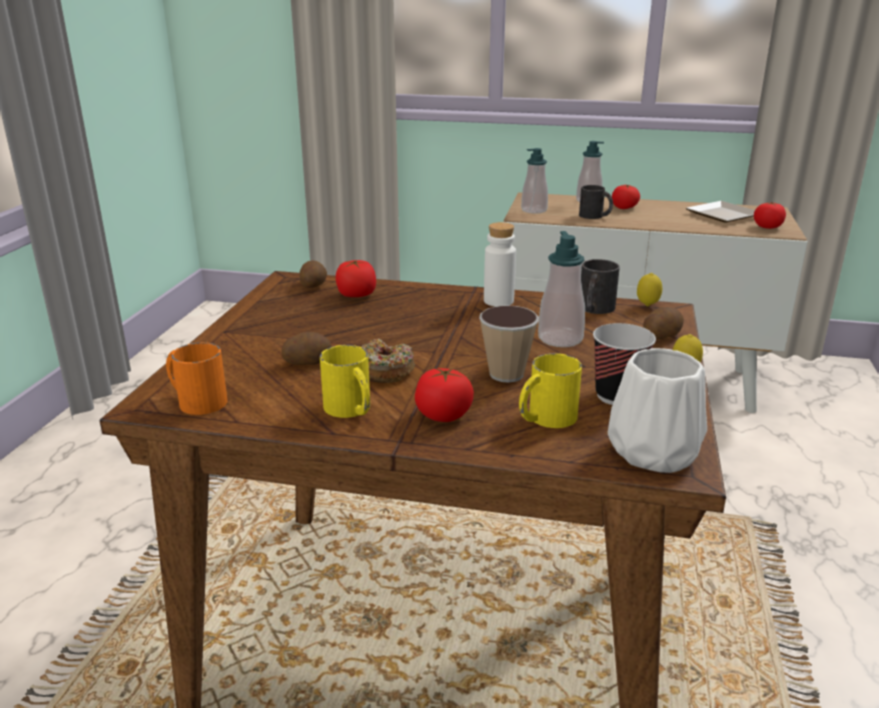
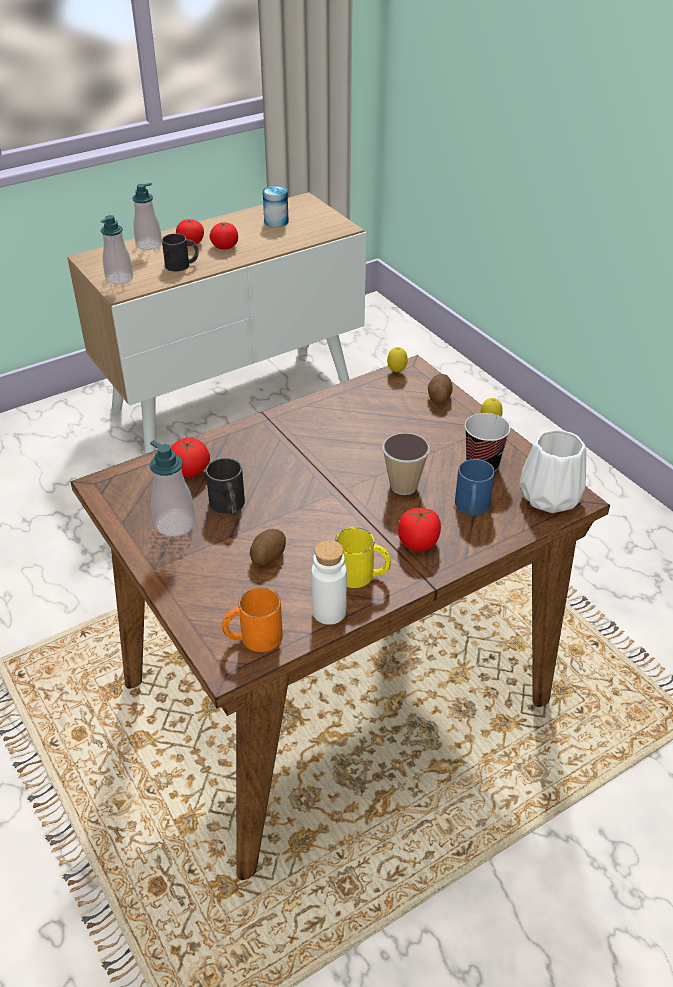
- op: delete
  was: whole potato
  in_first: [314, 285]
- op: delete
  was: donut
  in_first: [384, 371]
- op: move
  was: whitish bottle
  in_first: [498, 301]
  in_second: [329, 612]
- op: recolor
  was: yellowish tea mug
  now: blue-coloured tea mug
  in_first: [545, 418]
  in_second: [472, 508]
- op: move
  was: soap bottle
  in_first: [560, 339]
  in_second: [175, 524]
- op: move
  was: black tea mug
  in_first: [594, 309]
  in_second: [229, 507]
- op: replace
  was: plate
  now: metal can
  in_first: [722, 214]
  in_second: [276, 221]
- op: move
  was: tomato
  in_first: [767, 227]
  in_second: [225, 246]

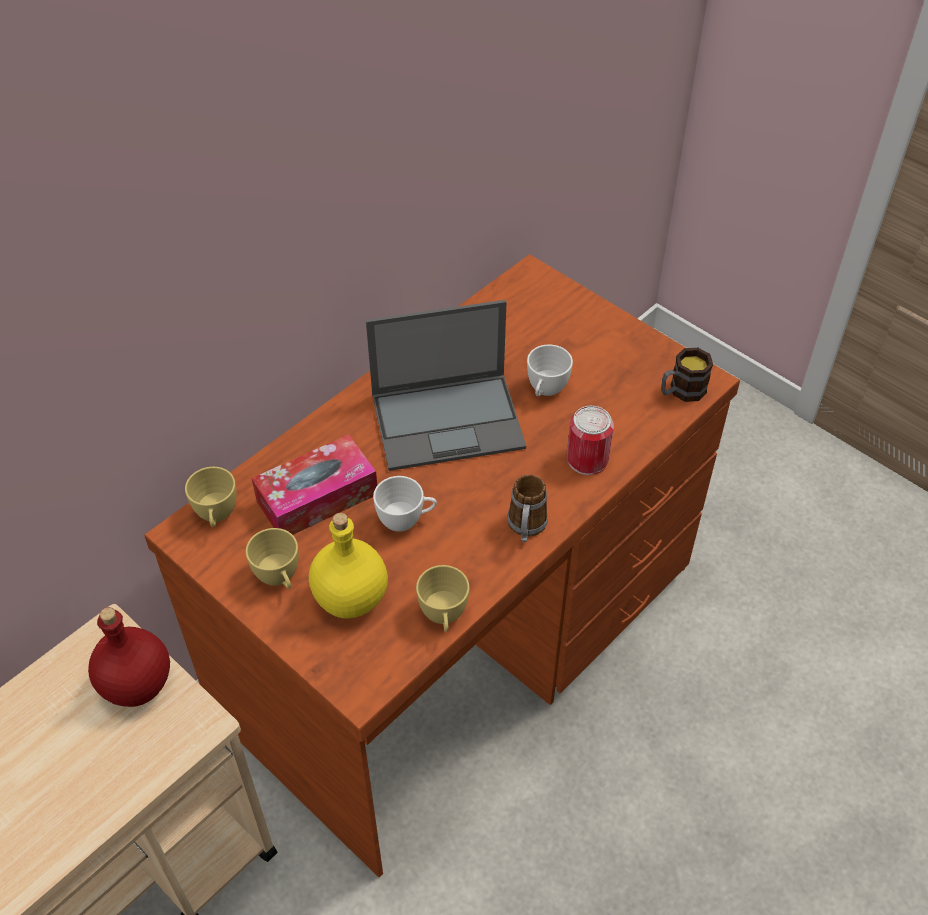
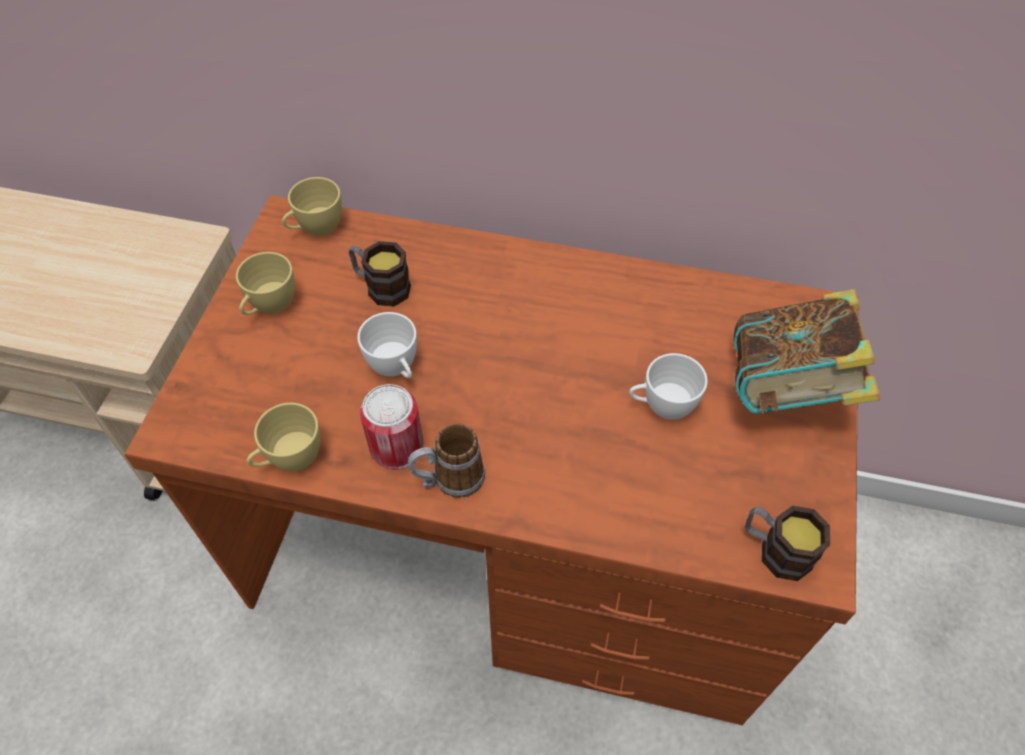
- op: delete
  was: reddish bottle
  in_first: [138, 685]
- op: replace
  was: box of tissues
  now: tea mug
  in_first: [317, 497]
  in_second: [381, 286]
- op: delete
  was: yellowish bottle
  in_first: [350, 597]
- op: delete
  was: notebook computer
  in_first: [449, 420]
- op: move
  was: metal can
  in_first: [587, 459]
  in_second: [396, 446]
- op: insert
  now: book
  in_second: [788, 389]

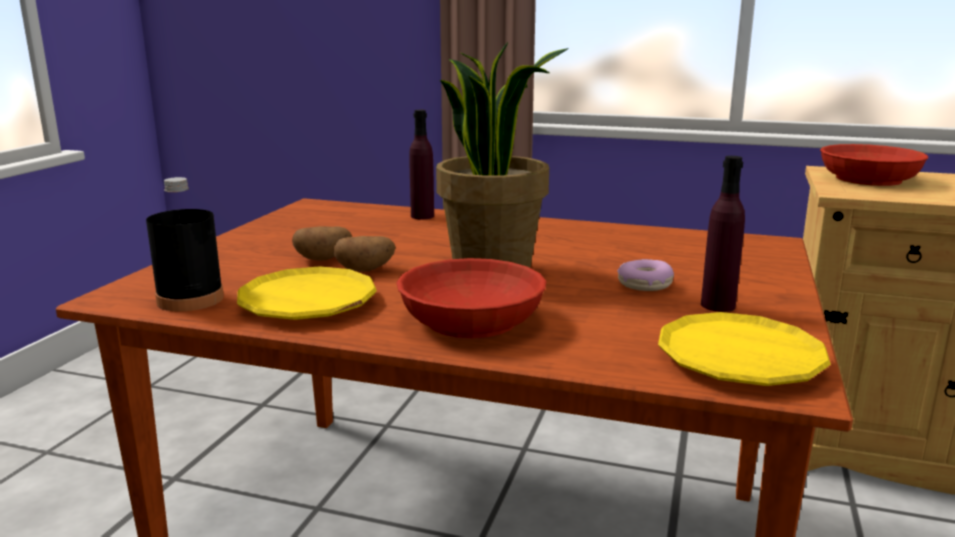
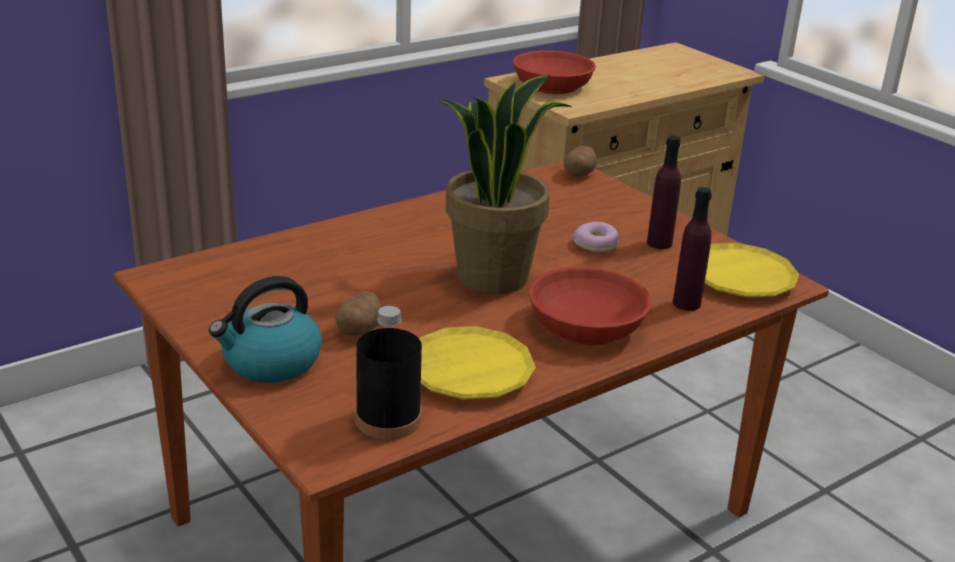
- op: move
  was: whole potato
  in_first: [365, 269]
  in_second: [579, 173]
- op: move
  was: purple bottle
  in_first: [422, 216]
  in_second: [686, 303]
- op: insert
  now: kettle
  in_second: [270, 362]

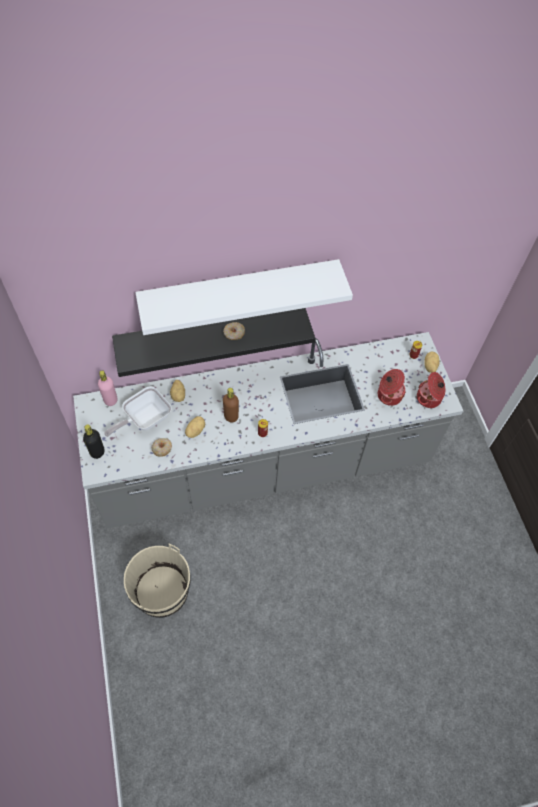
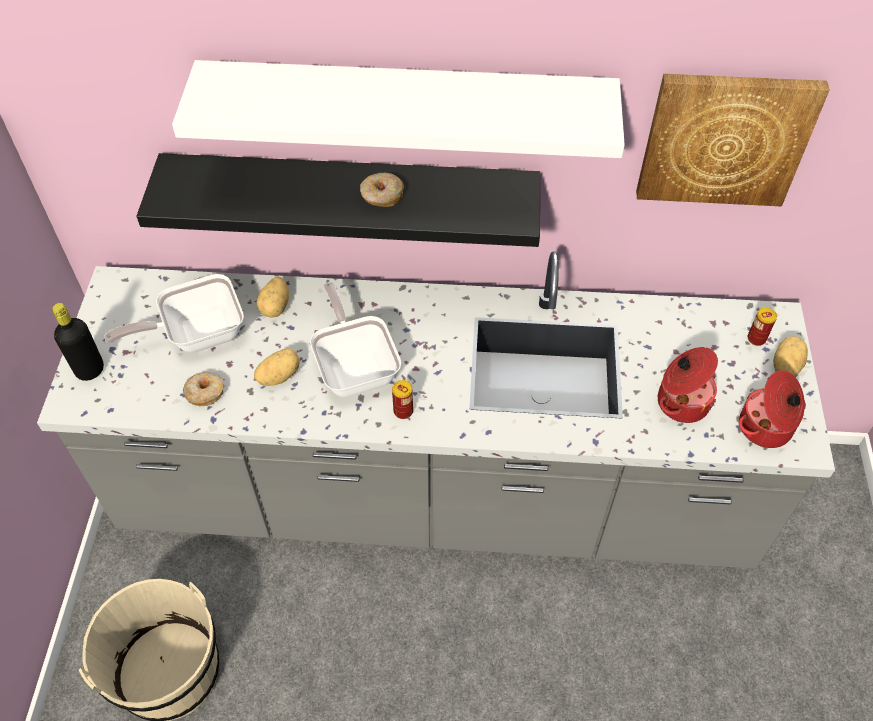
- op: delete
  was: pink-coloured bottle
  in_first: [110, 400]
- op: replace
  was: brownish bottle
  now: skillet
  in_first: [231, 416]
  in_second: [355, 367]
- op: insert
  now: wall art
  in_second: [725, 139]

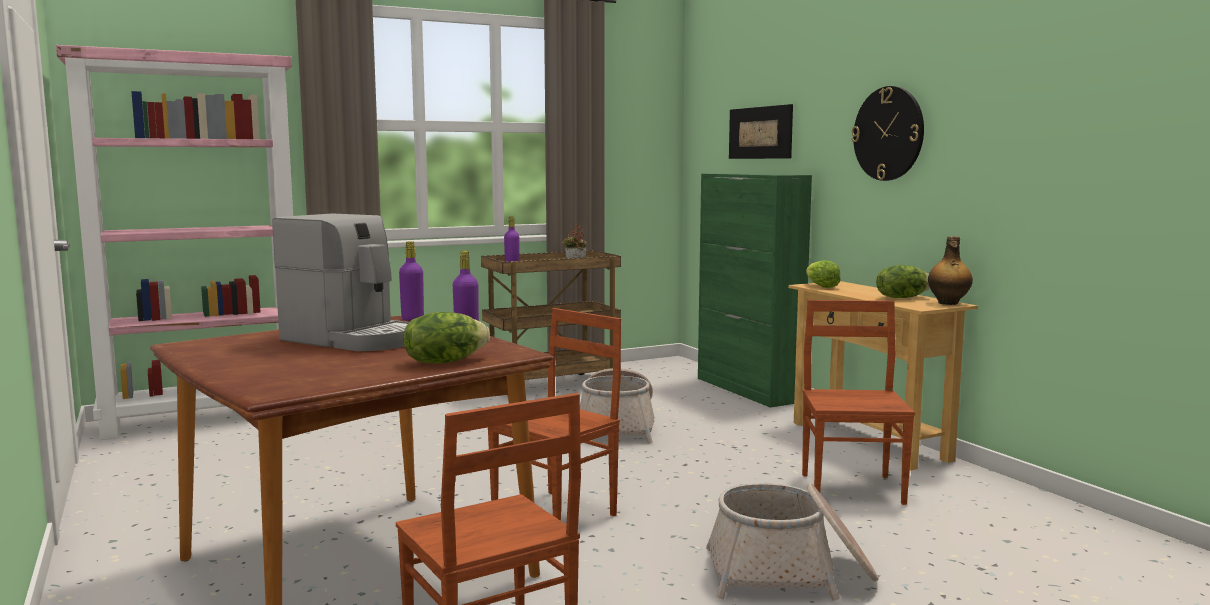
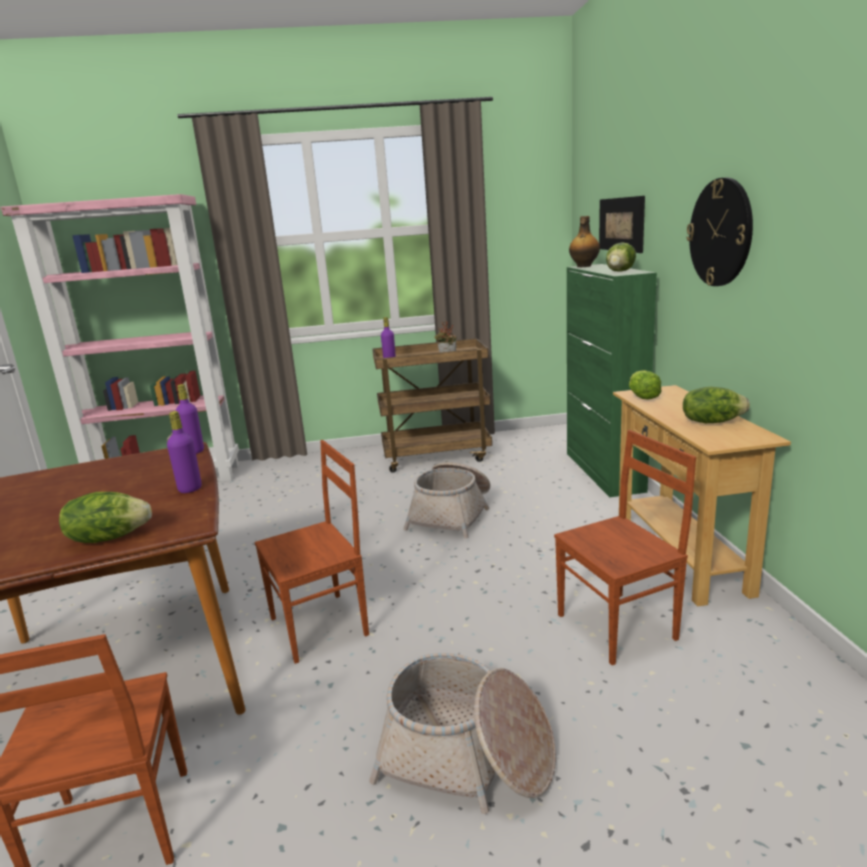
- op: delete
  was: coffee machine
  in_first: [352, 339]
- op: rotate
  was: brownish upright chair
  in_first: [853, 488]
  in_second: [619, 627]
  clockwise: 45
- op: move
  was: bottle
  in_first: [948, 303]
  in_second: [583, 266]
- op: insert
  now: lettuce head
  in_second: [620, 271]

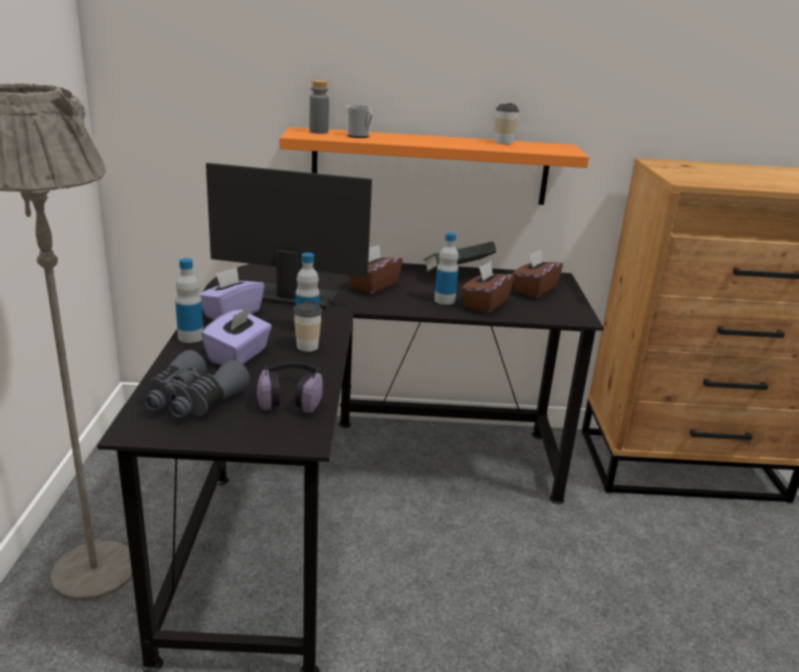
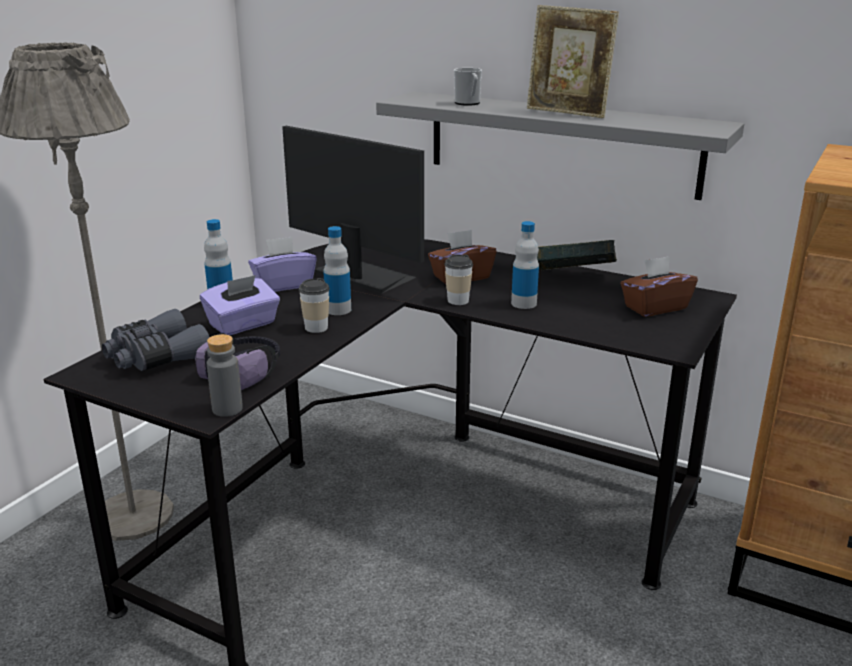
- op: recolor
  was: orange-coloured shelf
  now: gray shelf
  in_first: [430, 167]
  in_second: [561, 143]
- op: move
  was: gray bottle
  in_first: [319, 132]
  in_second: [227, 409]
- op: delete
  was: brownish box of tissues
  in_first: [485, 304]
- op: move
  was: cup
  in_first: [503, 142]
  in_second: [458, 300]
- op: insert
  now: photo frame
  in_second: [567, 113]

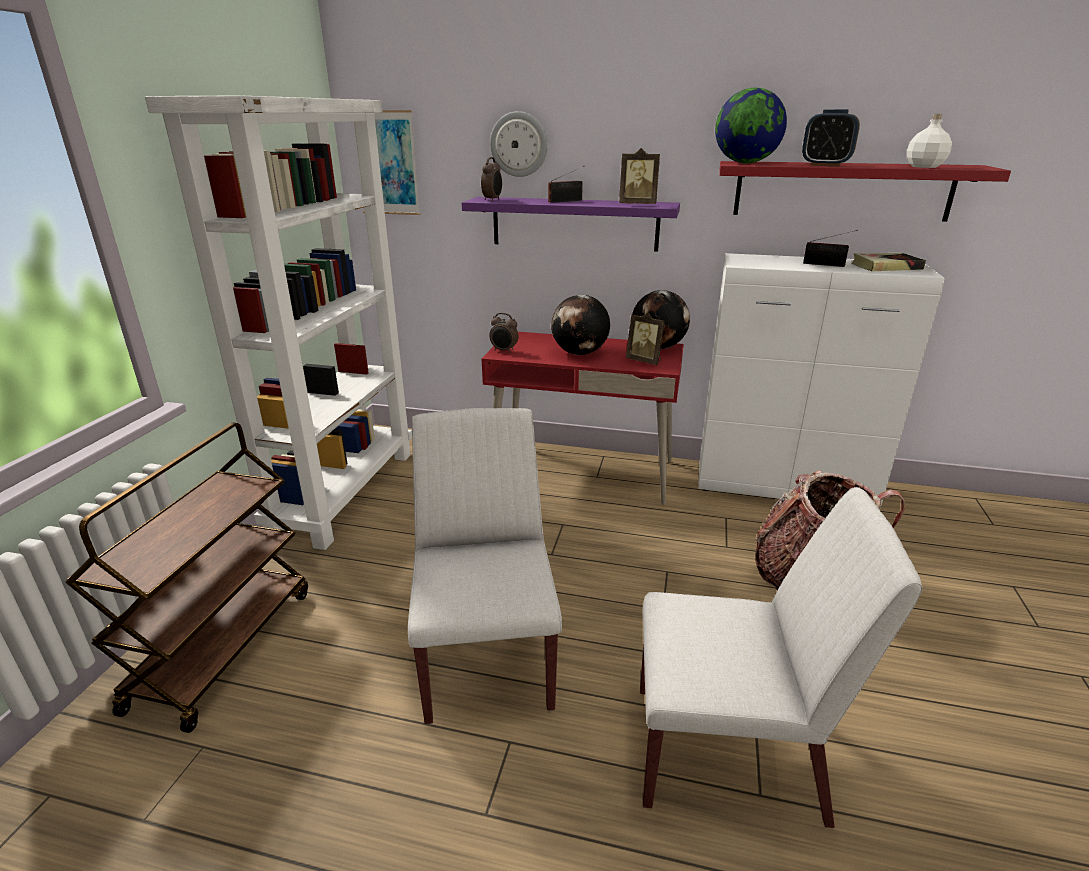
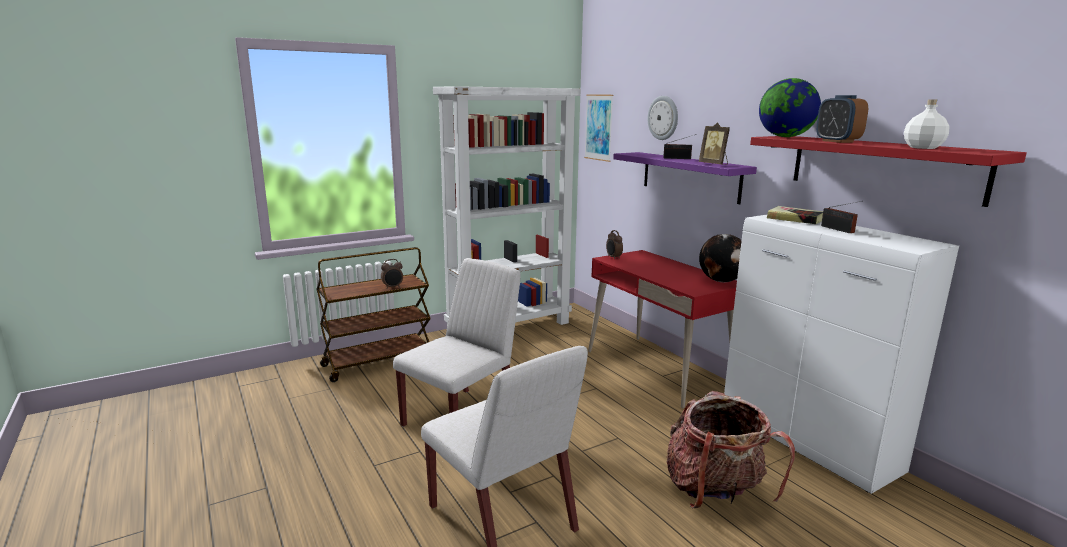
- op: move
  was: alarm clock
  in_first: [493, 200]
  in_second: [393, 287]
- op: delete
  was: world globe
  in_first: [579, 353]
- op: delete
  was: photo frame
  in_first: [645, 361]
- op: move
  was: book
  in_first: [886, 267]
  in_second: [795, 219]

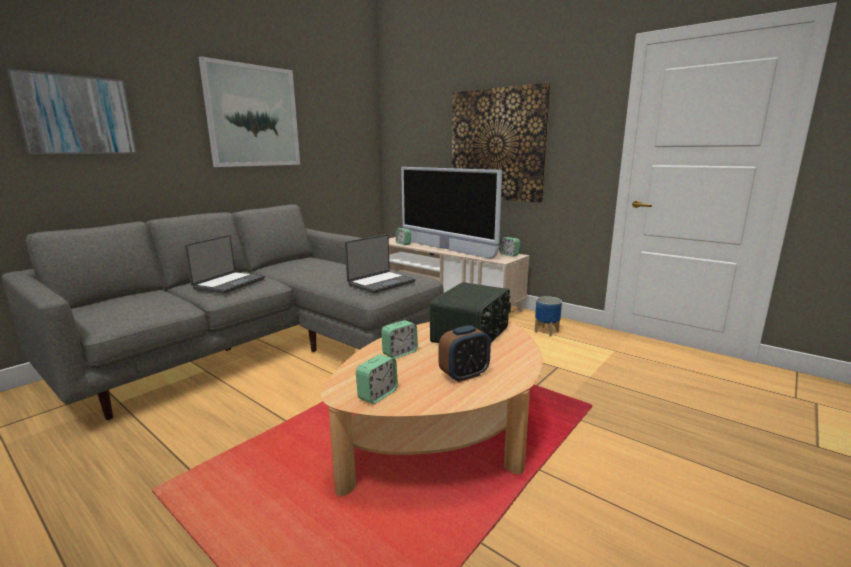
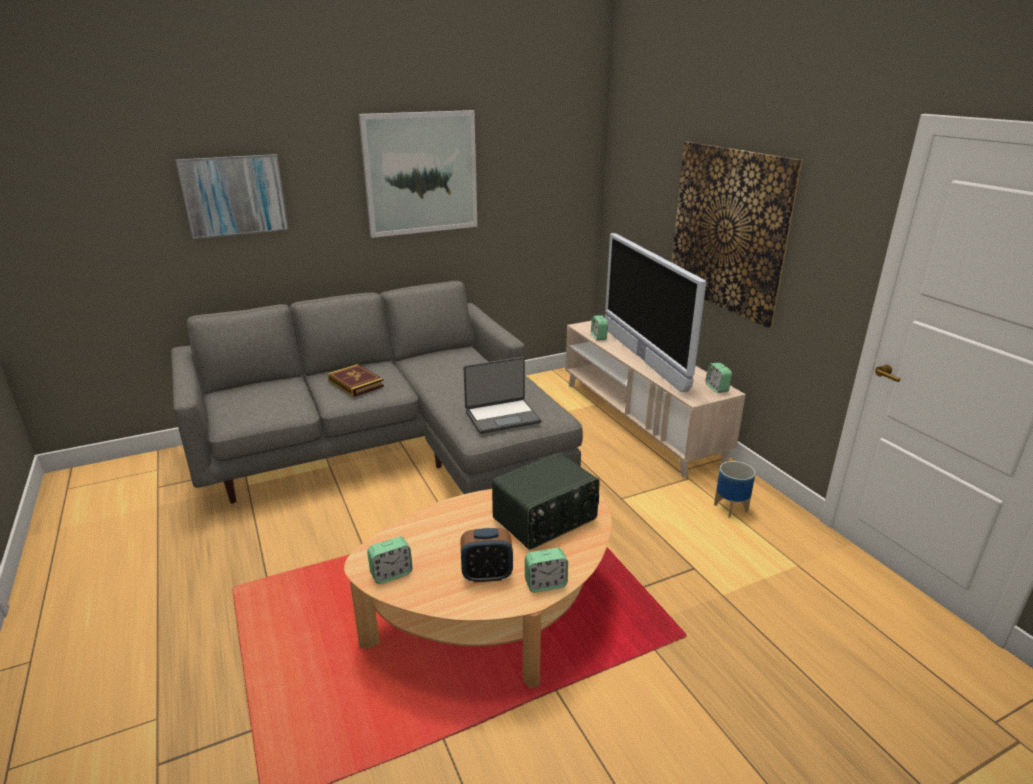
- op: replace
  was: notebook computer
  now: book
  in_first: [228, 284]
  in_second: [356, 383]
- op: move
  was: alarm clock
  in_first: [400, 353]
  in_second: [545, 584]

